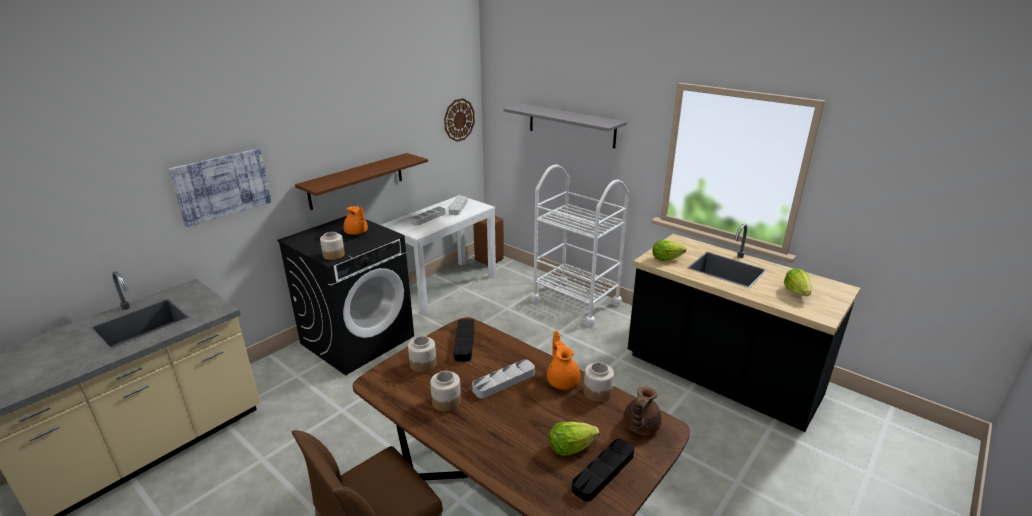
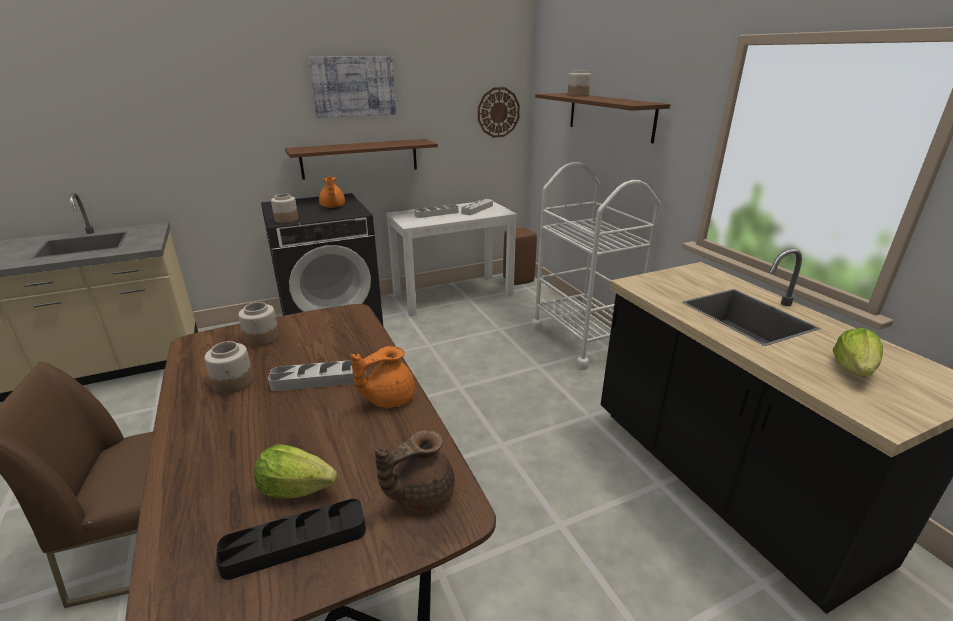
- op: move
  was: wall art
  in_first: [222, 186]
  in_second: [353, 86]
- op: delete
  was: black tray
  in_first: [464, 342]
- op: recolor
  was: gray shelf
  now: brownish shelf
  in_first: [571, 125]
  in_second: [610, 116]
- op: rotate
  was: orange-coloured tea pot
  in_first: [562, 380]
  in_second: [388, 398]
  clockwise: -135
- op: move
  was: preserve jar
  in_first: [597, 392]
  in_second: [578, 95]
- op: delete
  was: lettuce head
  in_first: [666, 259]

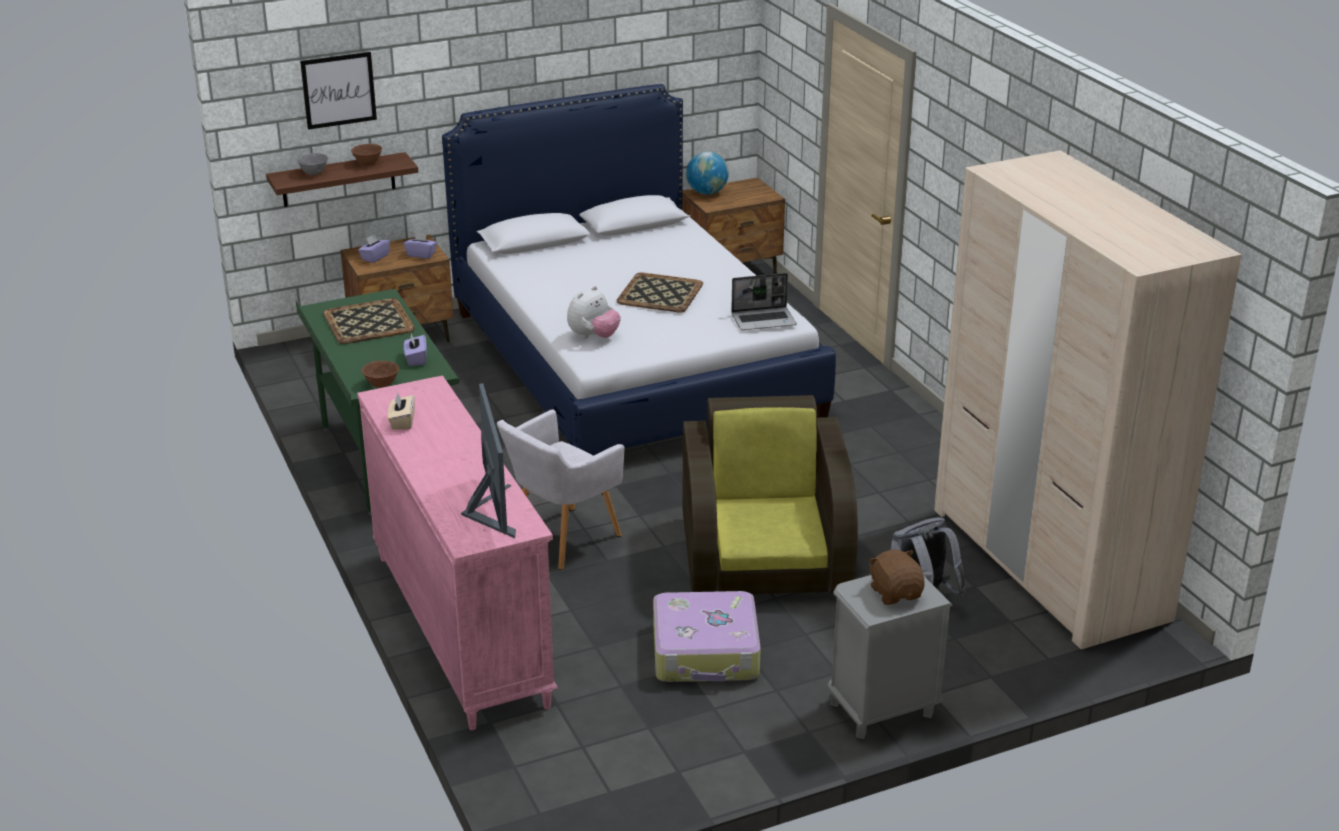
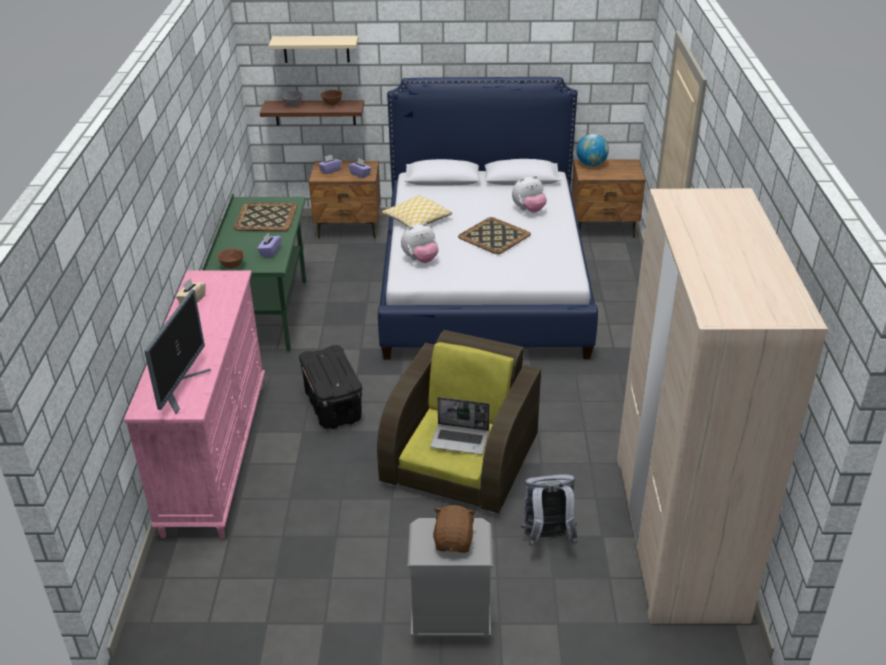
- op: replace
  was: wall art
  now: beige-coloured shelf
  in_first: [338, 90]
  in_second: [316, 49]
- op: replace
  was: gray lounge chair
  now: black storage bin
  in_first: [561, 540]
  in_second: [332, 406]
- op: delete
  was: travel case
  in_first: [706, 652]
- op: move
  was: notebook computer
  in_first: [764, 320]
  in_second: [460, 440]
- op: insert
  now: throw pillow
  in_second: [417, 220]
- op: insert
  now: cuddly toy
  in_second: [529, 210]

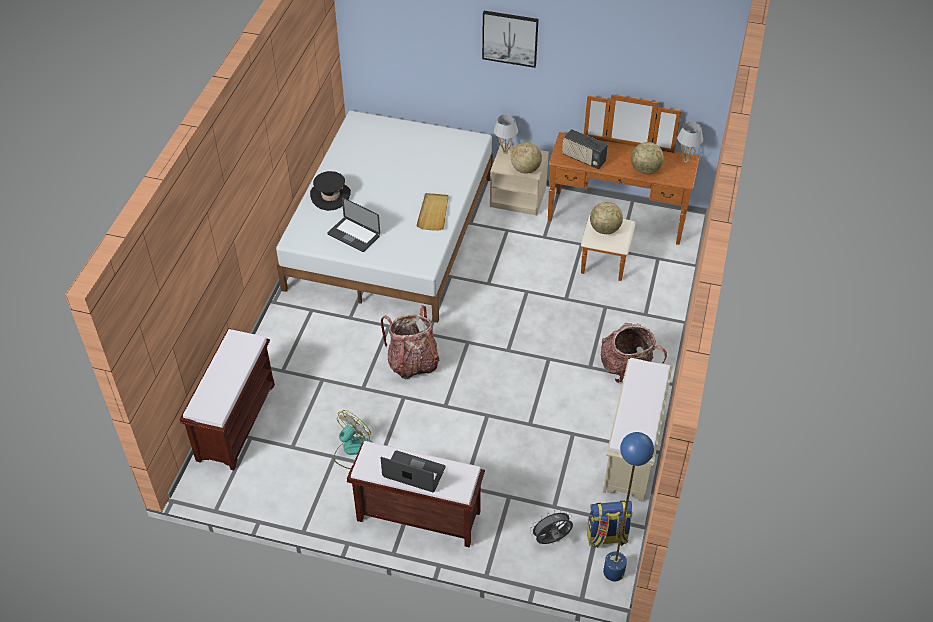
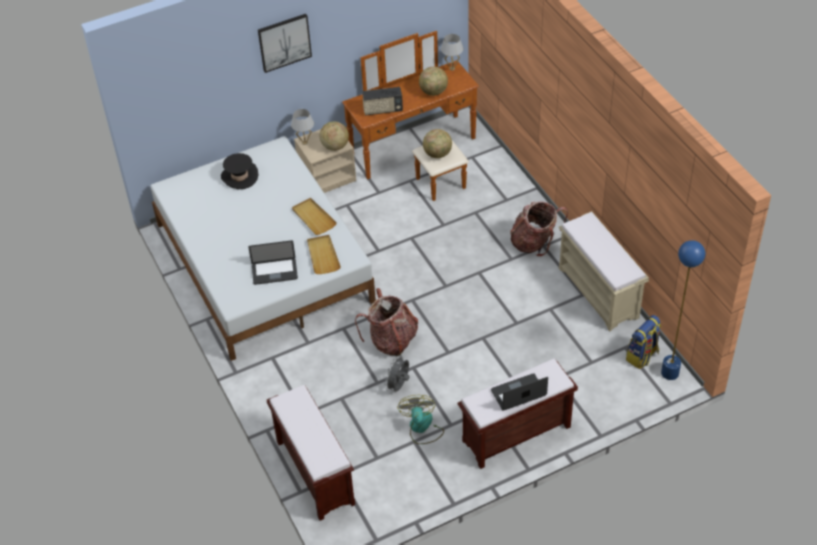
- op: move
  was: black clothing hat
  in_first: [330, 196]
  in_second: [240, 176]
- op: move
  was: gray electric fan
  in_first: [551, 540]
  in_second: [399, 386]
- op: insert
  now: beige-coloured tray
  in_second: [323, 256]

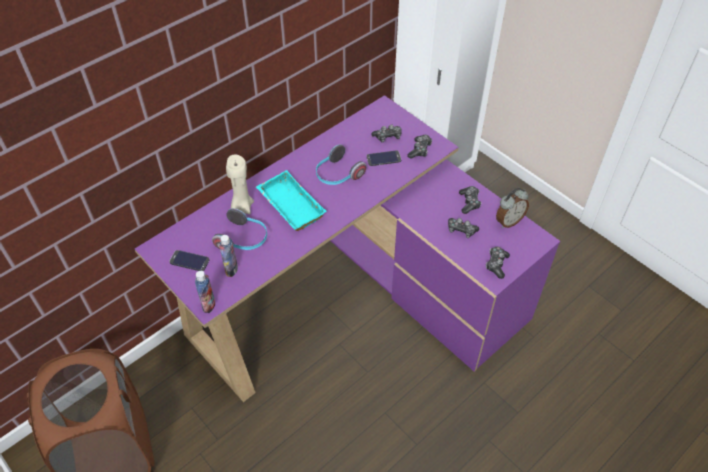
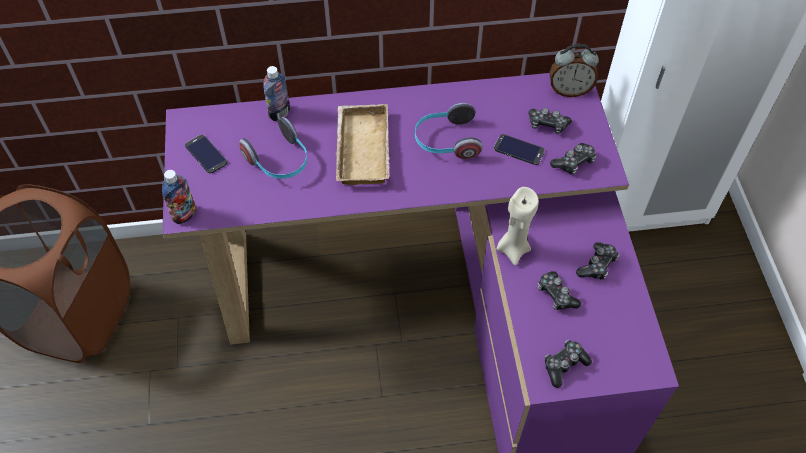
- op: move
  was: bottle
  in_first: [231, 269]
  in_second: [279, 113]
- op: move
  was: beige-coloured candle
  in_first: [242, 206]
  in_second: [513, 249]
- op: recolor
  was: blue-green tray
  now: beige-coloured tray
  in_first: [289, 205]
  in_second: [360, 148]
- op: move
  was: alarm clock
  in_first: [508, 221]
  in_second: [569, 90]

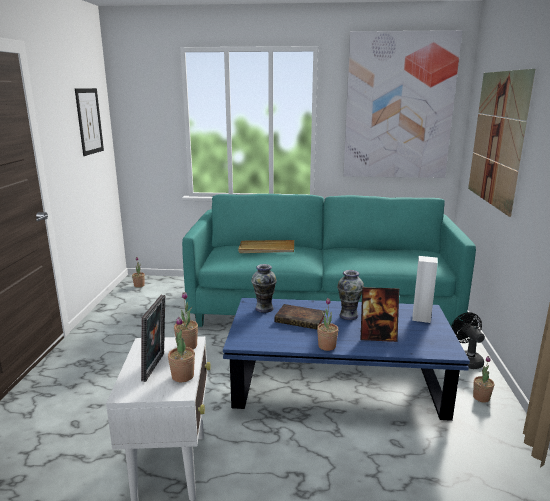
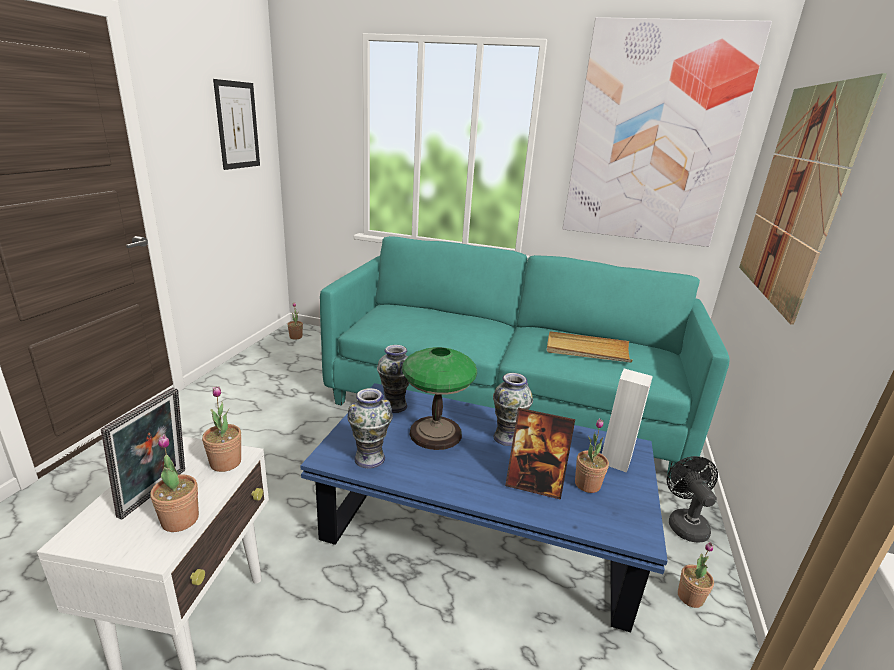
- op: move
  was: beige-coloured tray
  in_first: [266, 249]
  in_second: [587, 350]
- op: replace
  was: book
  now: tabletop lamp
  in_first: [301, 320]
  in_second: [436, 433]
- op: move
  was: potted plant
  in_first: [327, 346]
  in_second: [587, 484]
- op: insert
  now: decorative vase
  in_second: [369, 458]

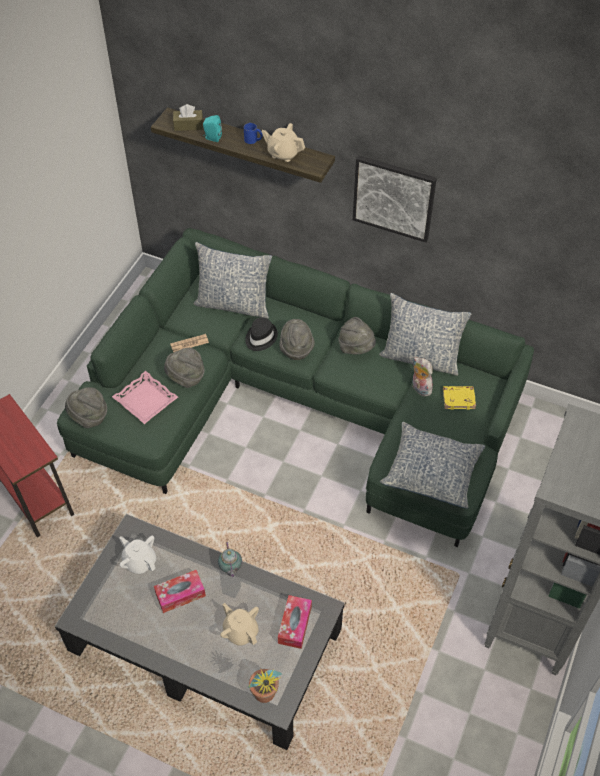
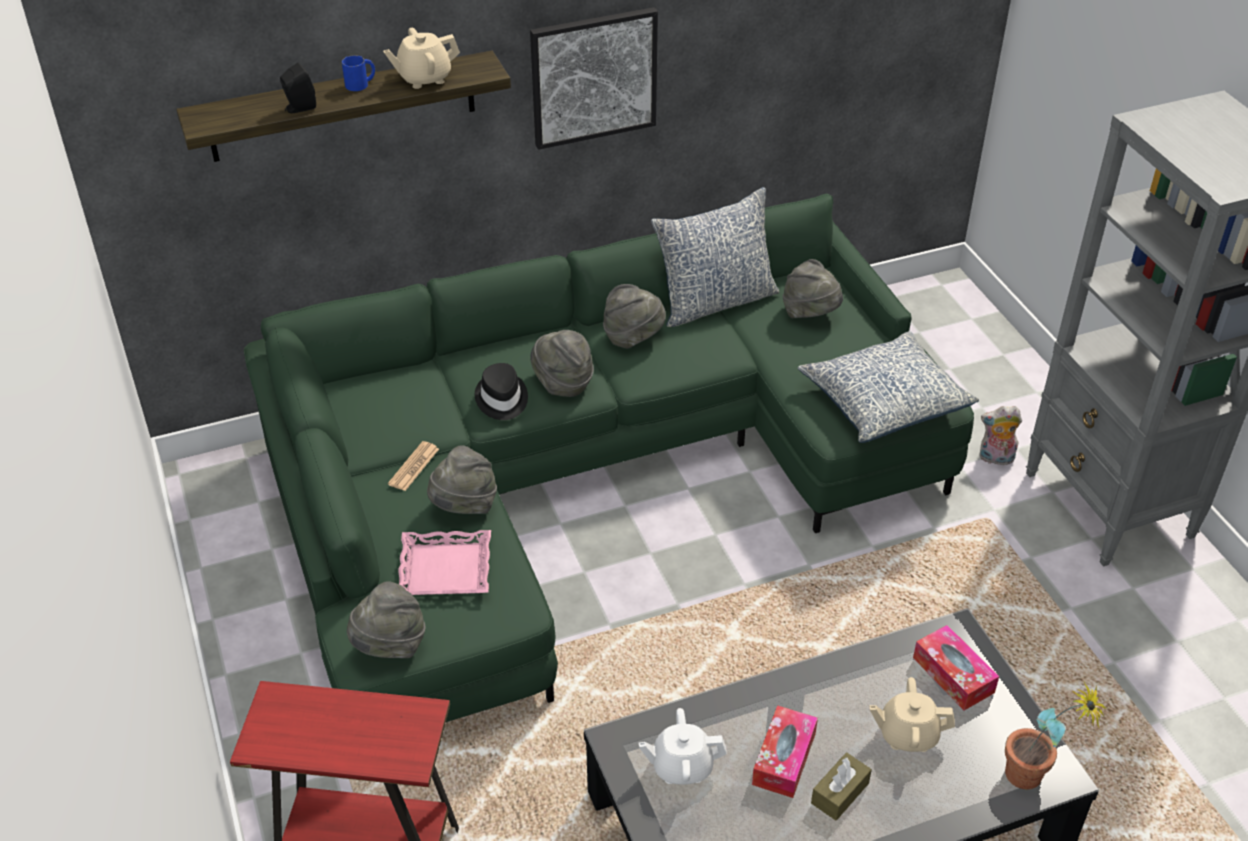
- op: move
  was: brownish box of tissues
  in_first: [188, 125]
  in_second: [840, 793]
- op: delete
  was: throw pillow
  in_first: [233, 304]
- op: recolor
  was: blue-green audio speaker
  now: black audio speaker
  in_first: [212, 138]
  in_second: [299, 108]
- op: delete
  was: tea pot
  in_first: [230, 569]
- op: move
  was: cuddly toy
  in_first: [419, 388]
  in_second: [995, 459]
- op: replace
  was: yellowish book
  now: gray clothing hat
  in_first: [459, 399]
  in_second: [810, 314]

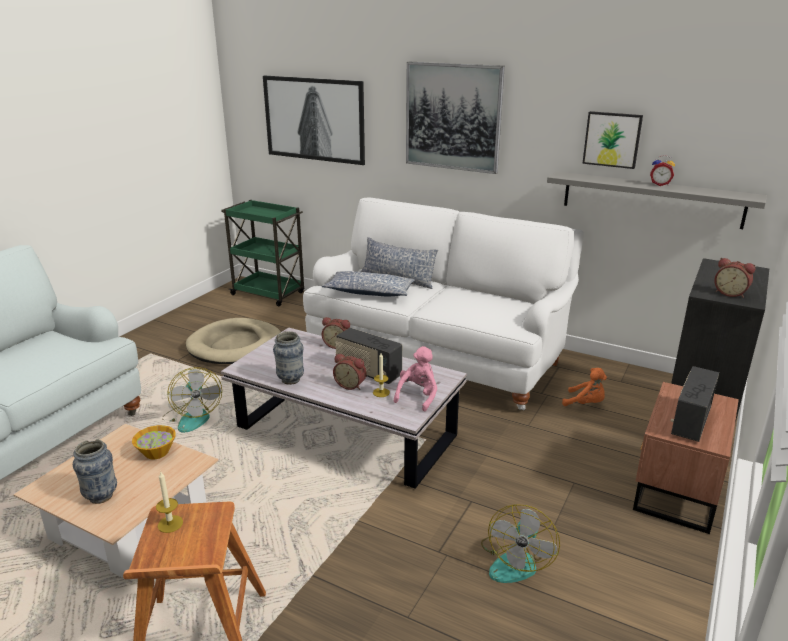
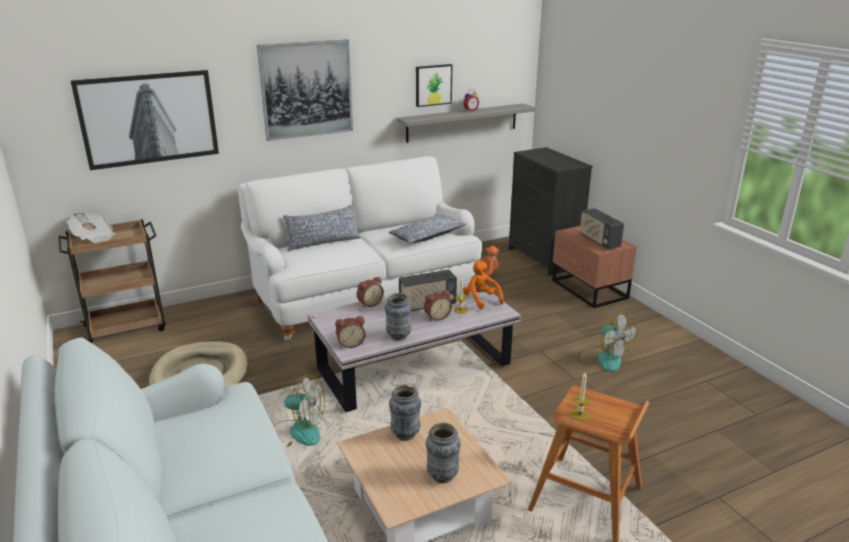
- op: replace
  was: deep dish
  now: decorative vase
  in_first: [156, 452]
  in_second: [405, 434]
- op: recolor
  was: green-coloured wheeled cart
  now: brownish wheeled cart
  in_first: [269, 294]
  in_second: [127, 327]
- op: move
  was: throw pillow
  in_first: [369, 292]
  in_second: [427, 236]
- op: recolor
  was: pink-coloured cuddly toy
  now: orange-coloured cuddly toy
  in_first: [418, 396]
  in_second: [481, 300]
- op: move
  was: alarm clock
  in_first: [730, 293]
  in_second: [350, 343]
- op: insert
  now: newspaper
  in_second: [93, 238]

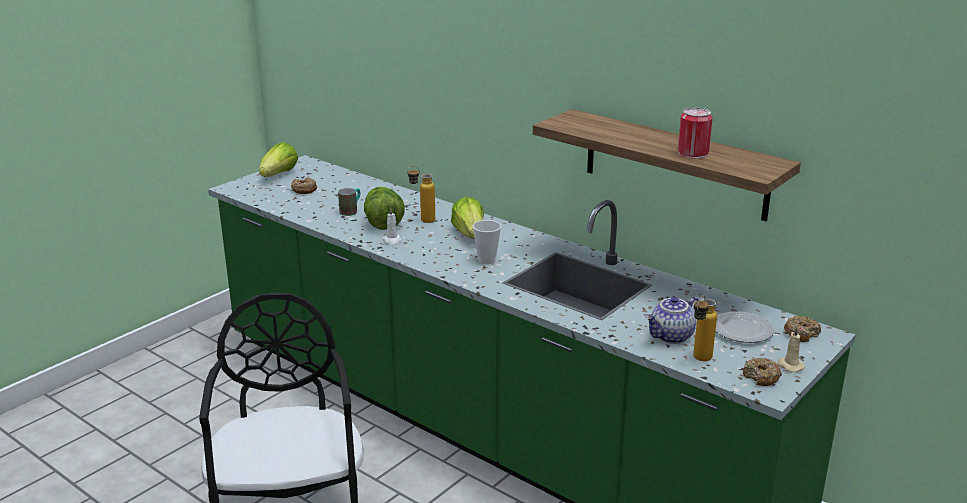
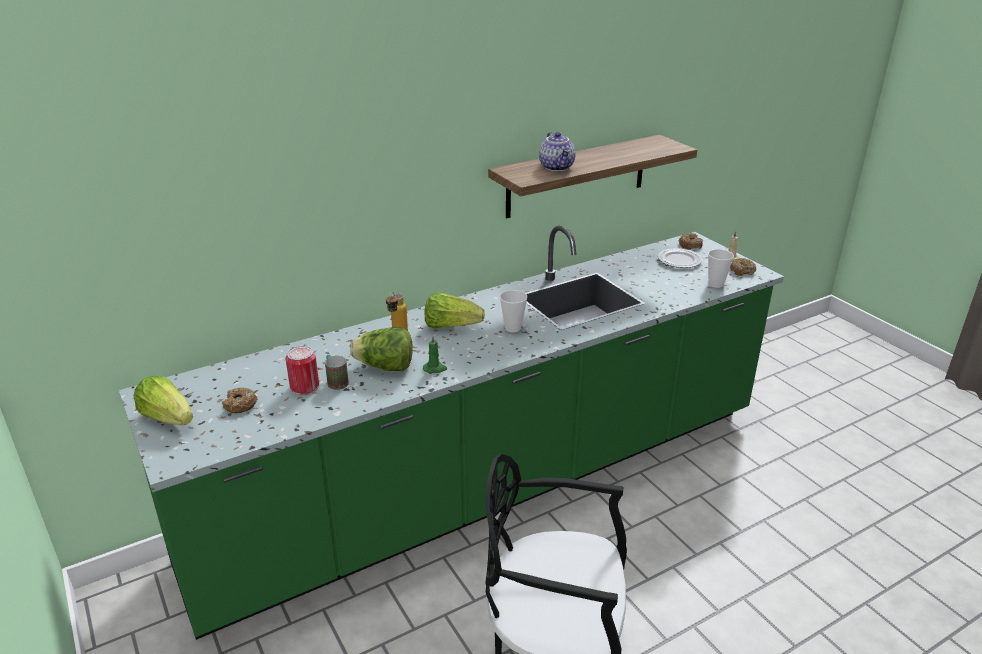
- op: recolor
  was: whitish candle
  now: green-coloured candle
  in_first: [392, 241]
  in_second: [435, 368]
- op: move
  was: tea pot
  in_first: [672, 337]
  in_second: [557, 167]
- op: move
  was: metal can
  in_first: [693, 153]
  in_second: [304, 387]
- op: replace
  was: bottle
  now: cup
  in_first: [699, 360]
  in_second: [716, 284]

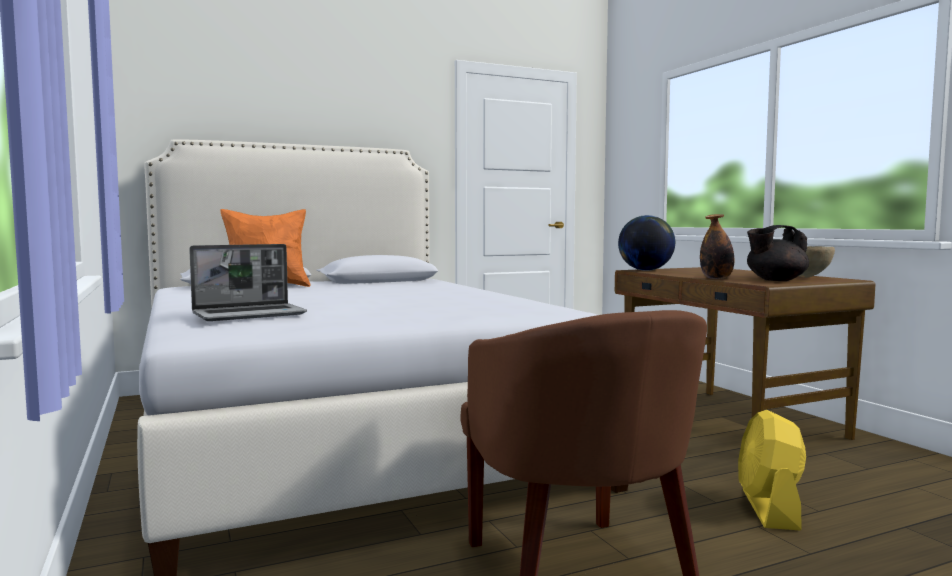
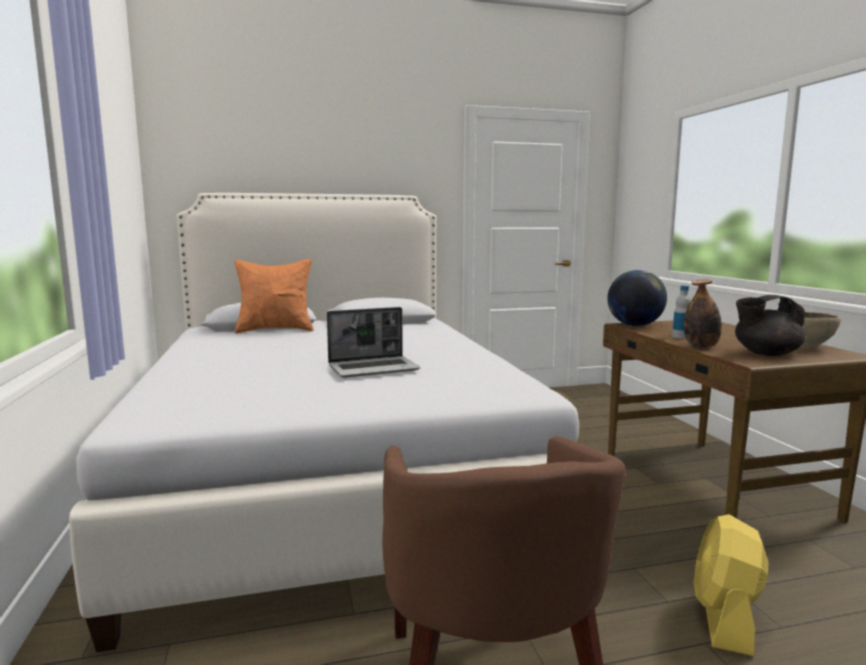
- op: move
  was: notebook computer
  in_first: [250, 314]
  in_second: [374, 368]
- op: insert
  now: bottle
  in_second: [680, 337]

